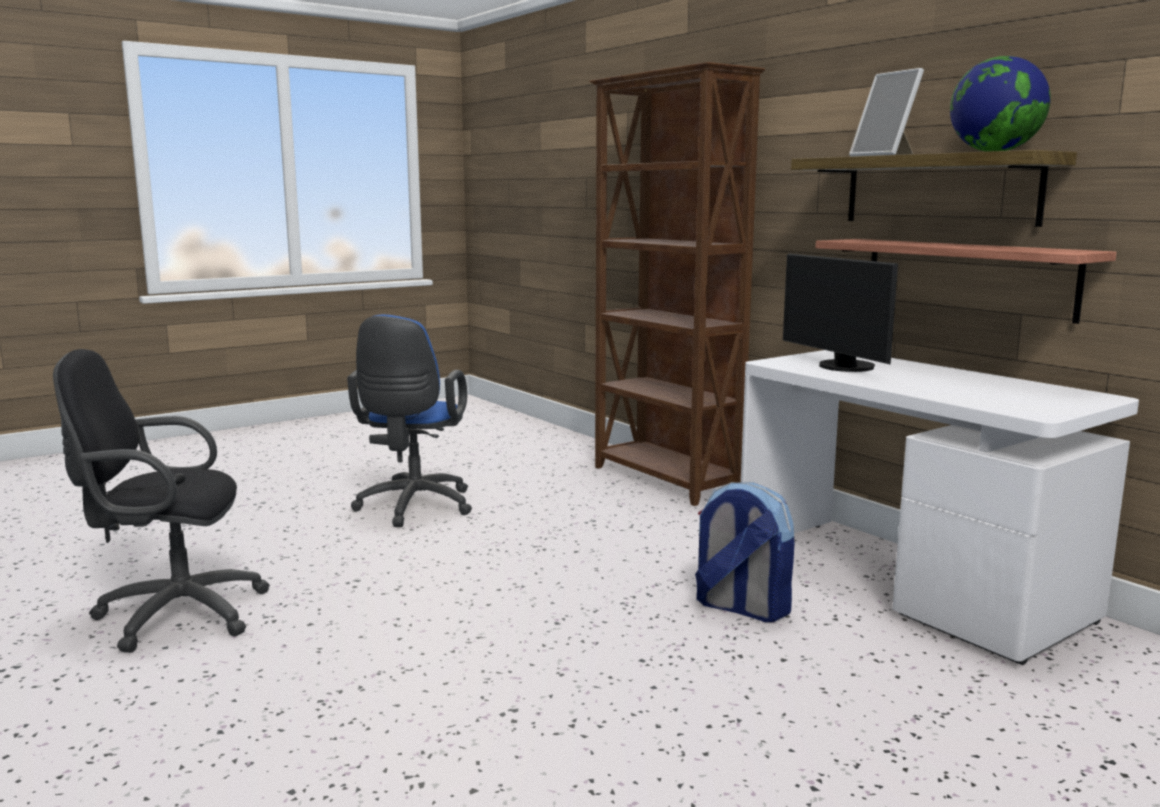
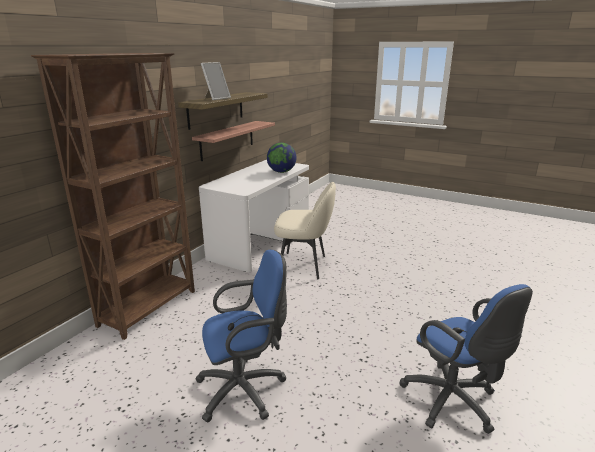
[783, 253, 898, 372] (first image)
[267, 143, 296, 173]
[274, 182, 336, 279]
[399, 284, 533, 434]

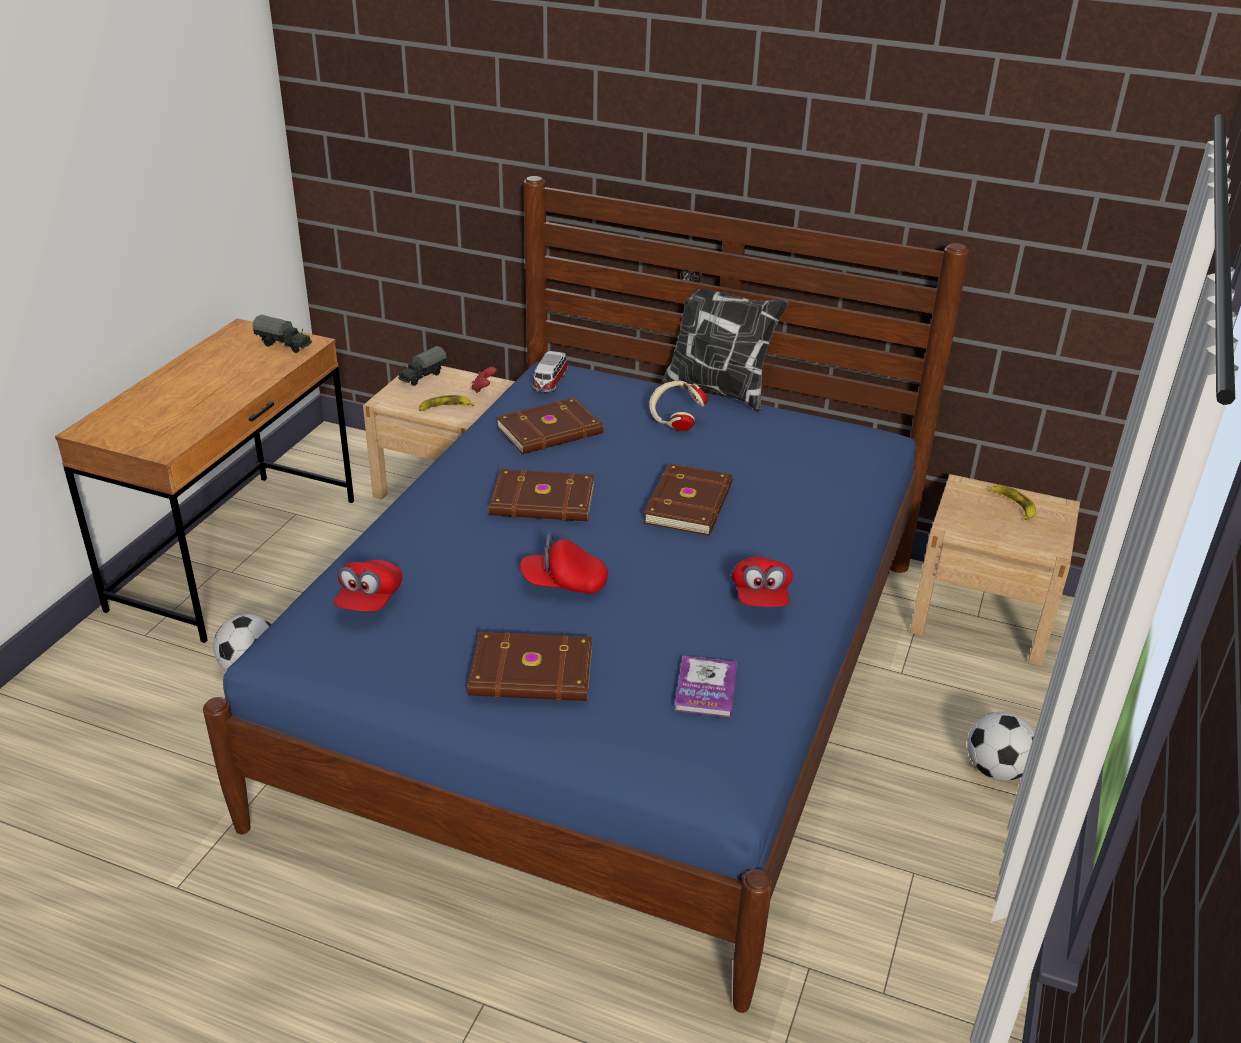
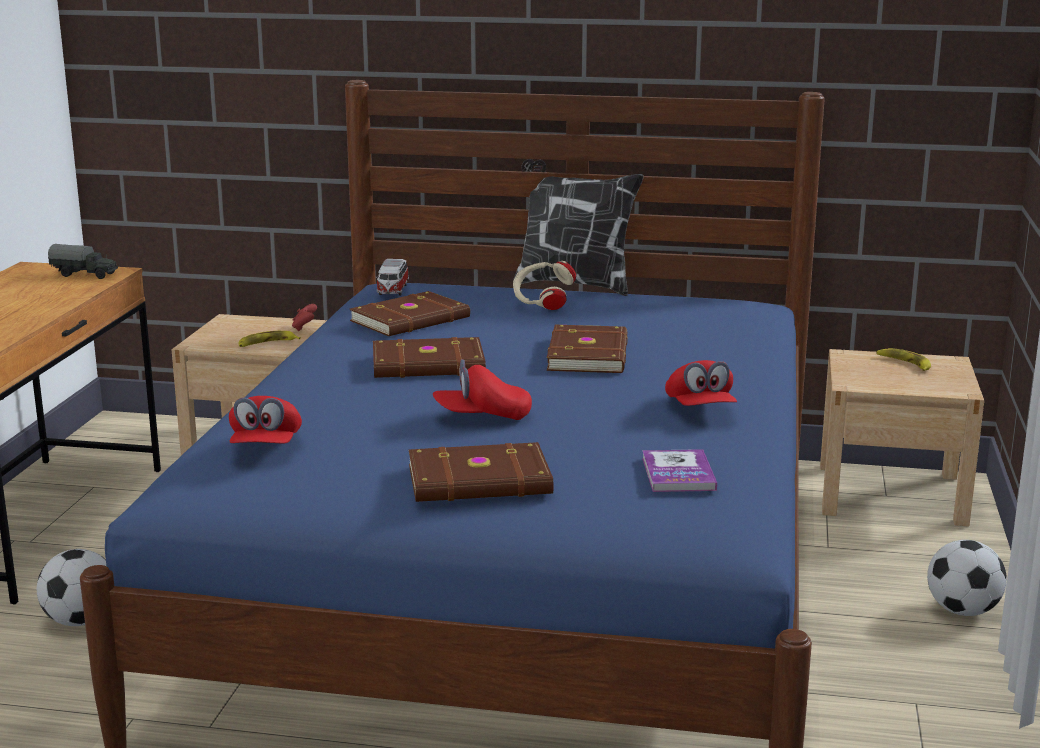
[398, 346, 447, 386] (first image)

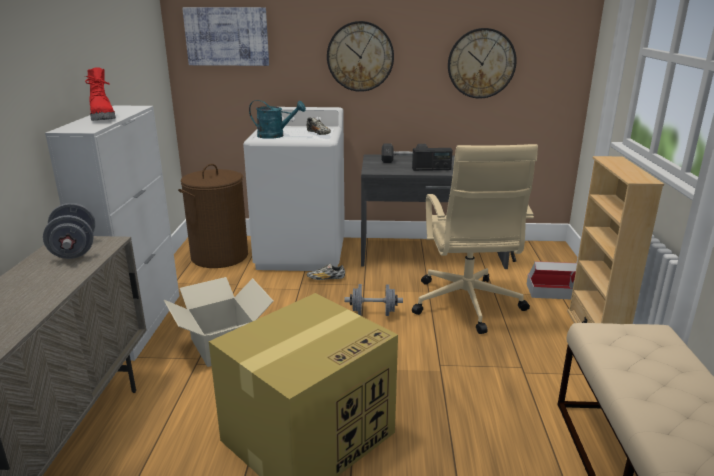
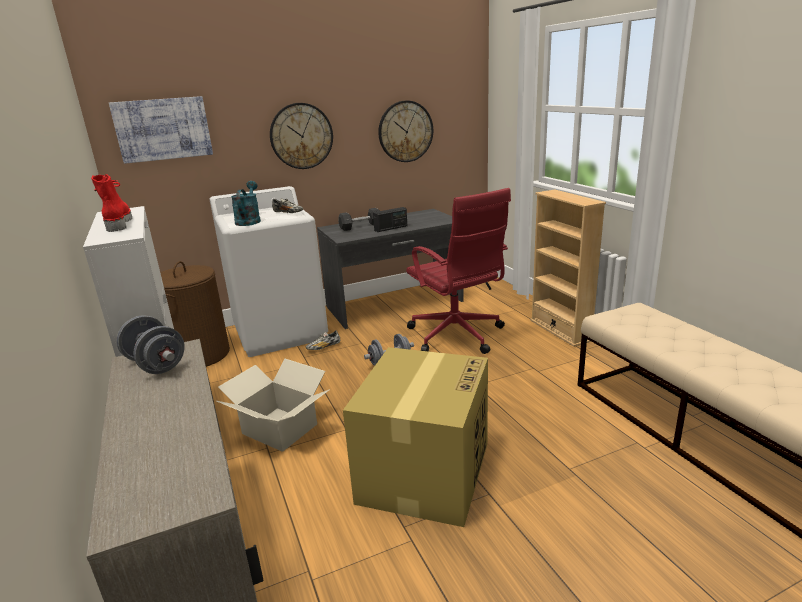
[527, 261, 577, 299] (first image)
[406, 188, 511, 354]
[91, 174, 132, 232]
[231, 181, 261, 226]

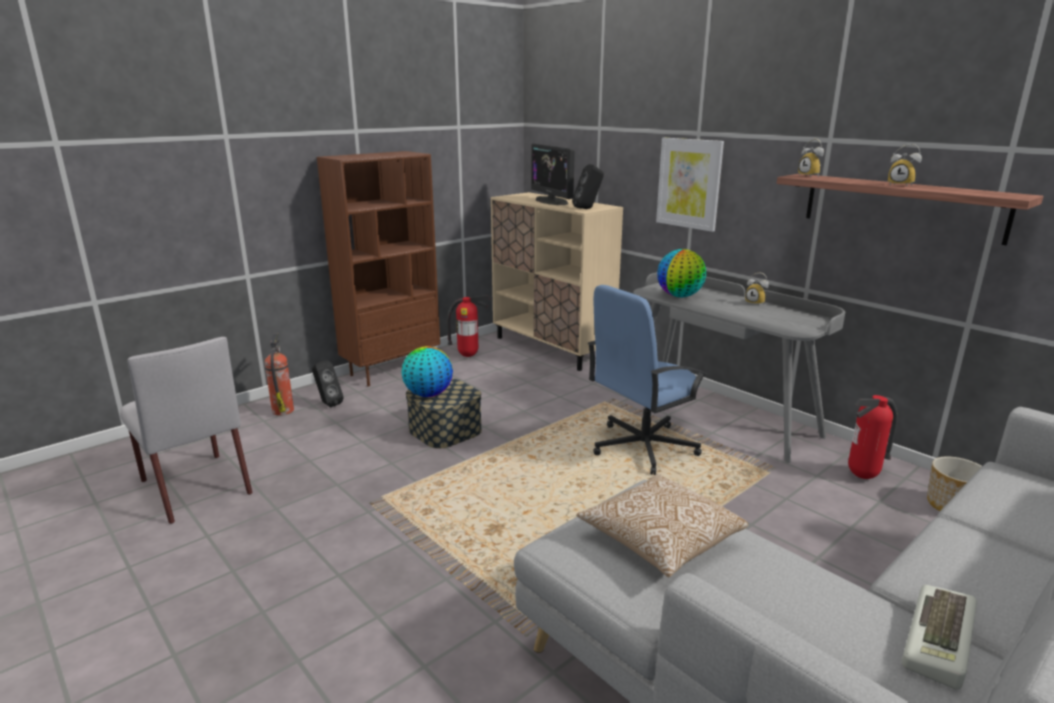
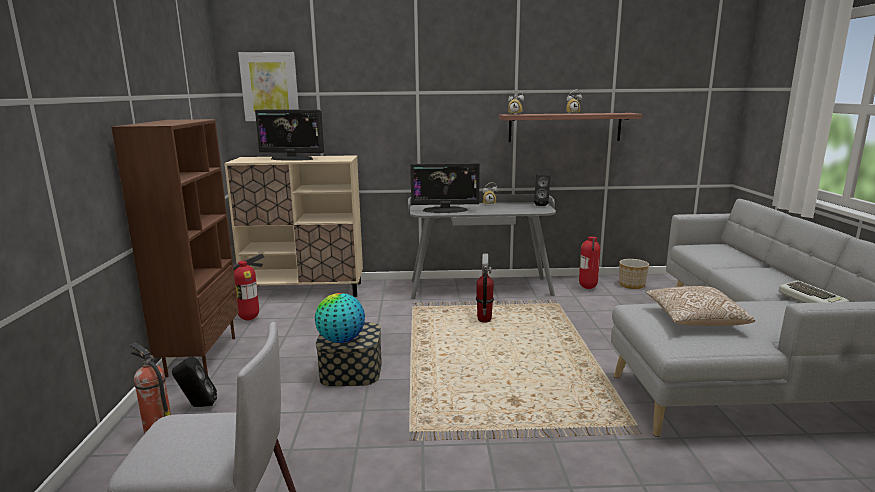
[534, 171, 550, 206]
[238, 52, 299, 121]
[476, 253, 494, 323]
[410, 163, 480, 213]

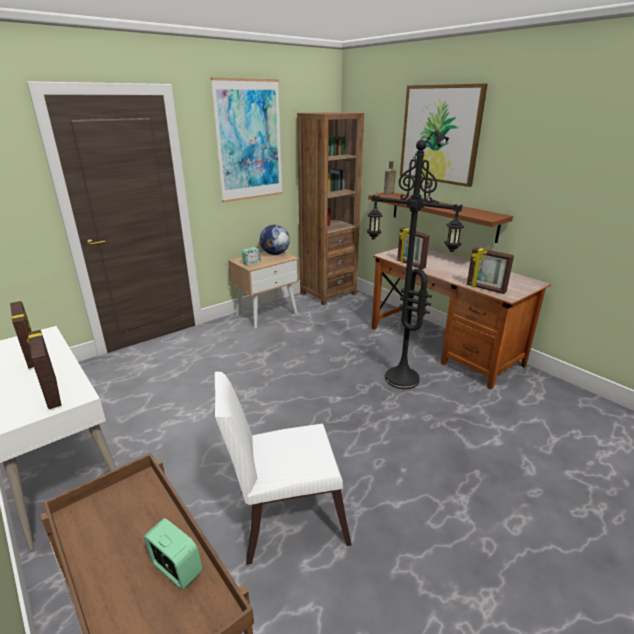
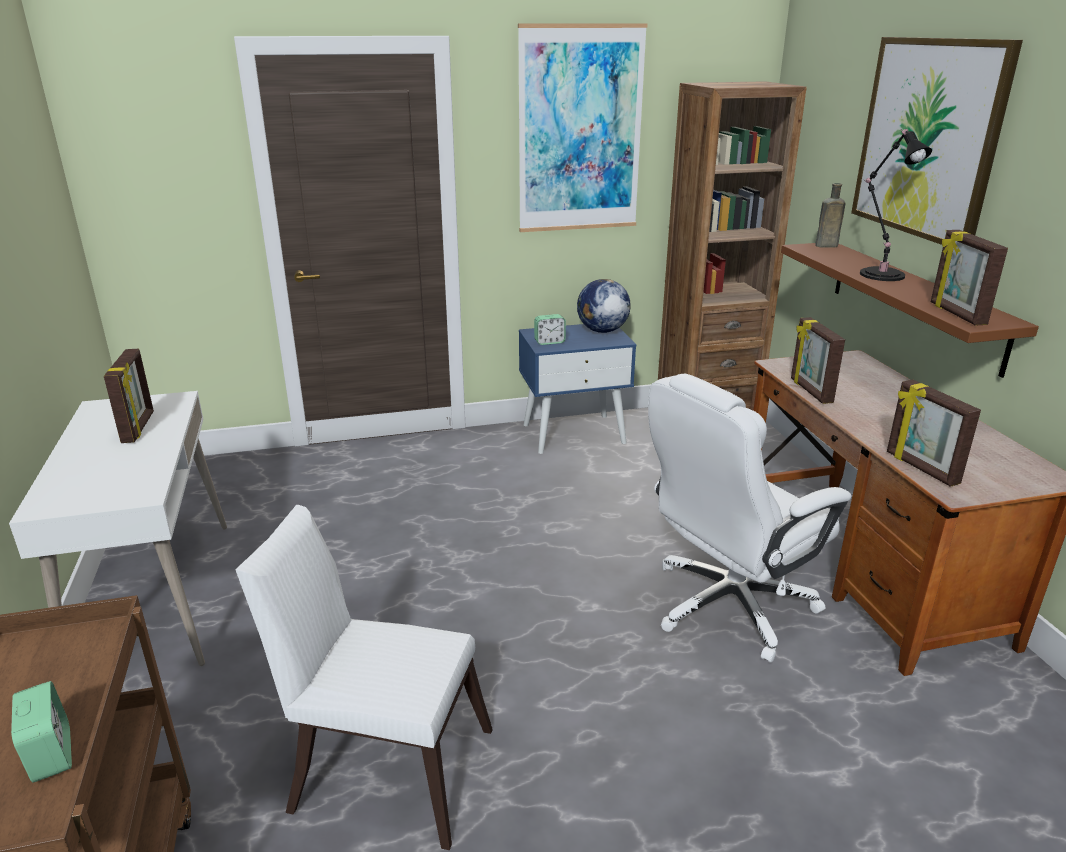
[930, 230, 1008, 326]
[648, 374, 851, 663]
[519, 324, 636, 454]

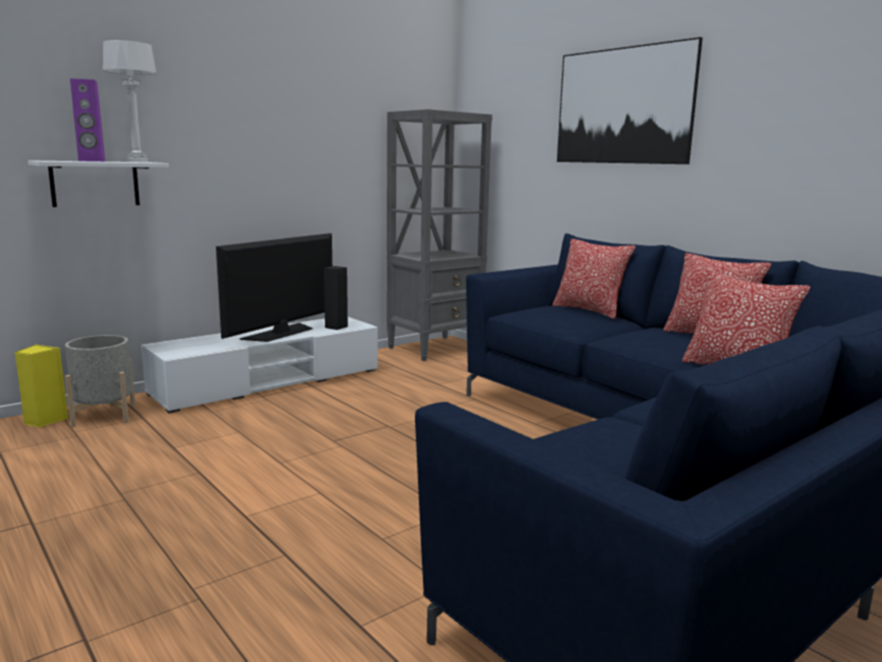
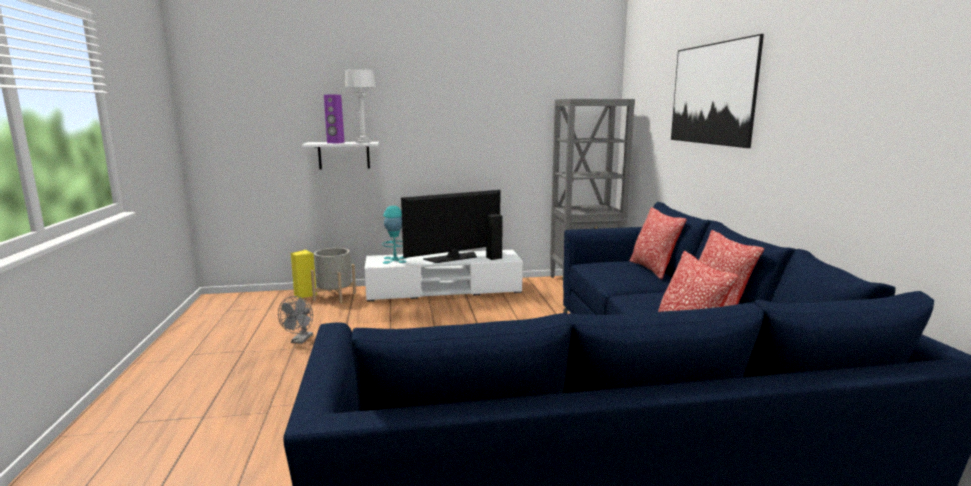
[278, 296, 313, 344]
[382, 206, 407, 264]

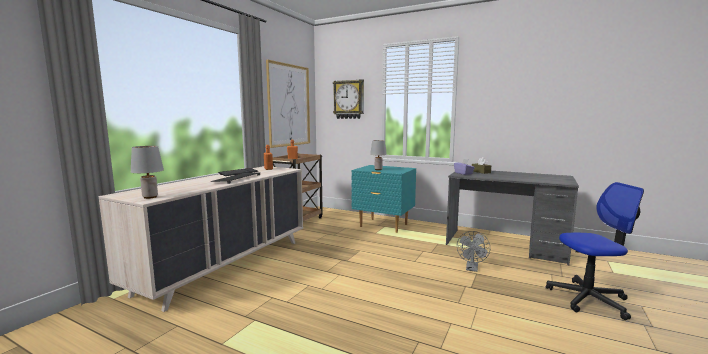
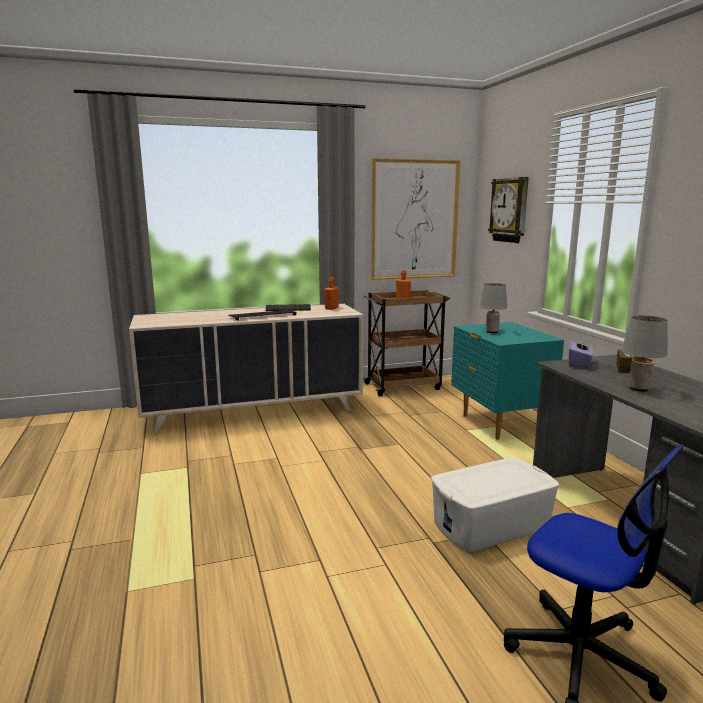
[622, 315, 668, 392]
[431, 457, 560, 552]

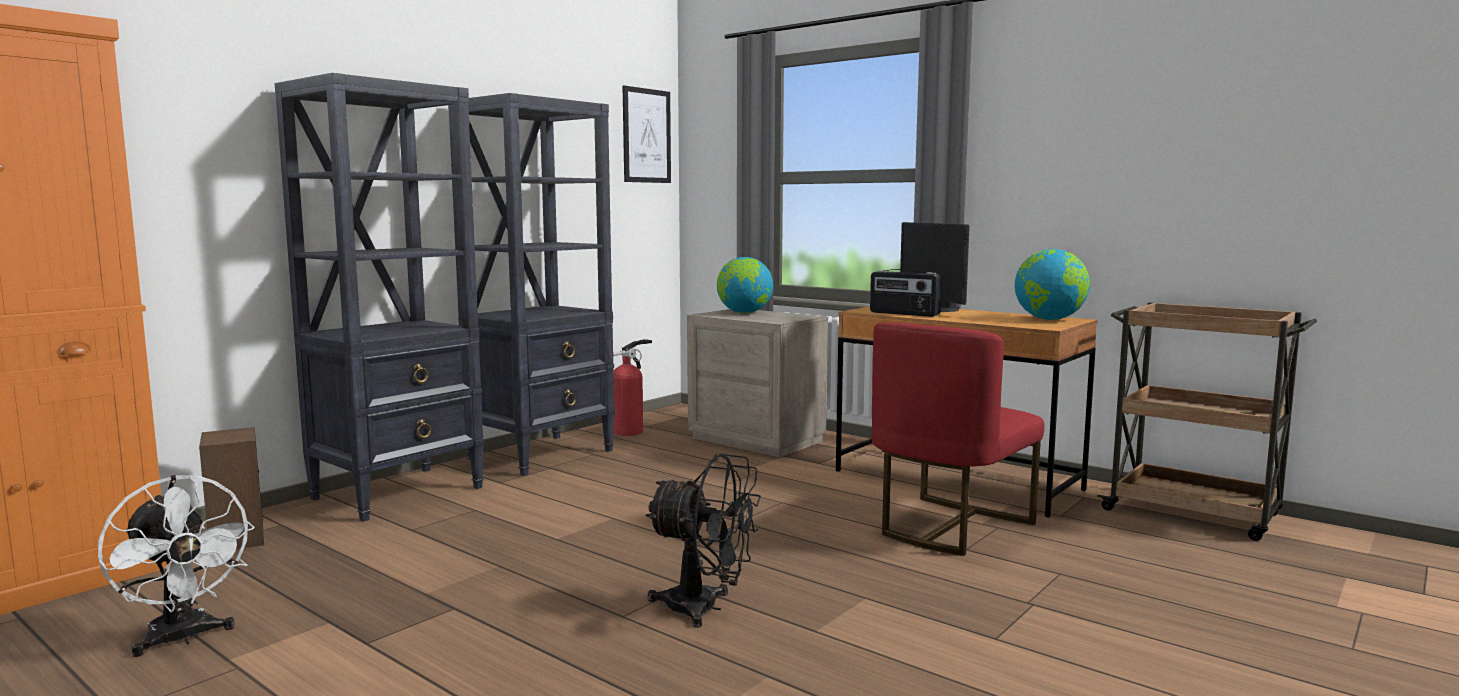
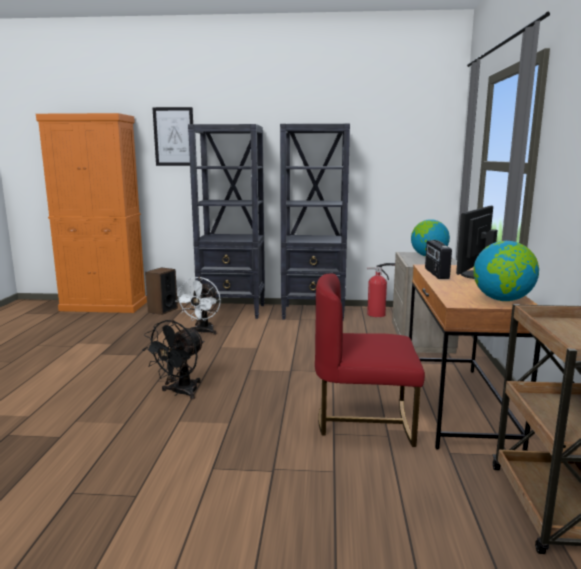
[175, 277, 221, 335]
[152, 107, 193, 166]
[142, 320, 204, 399]

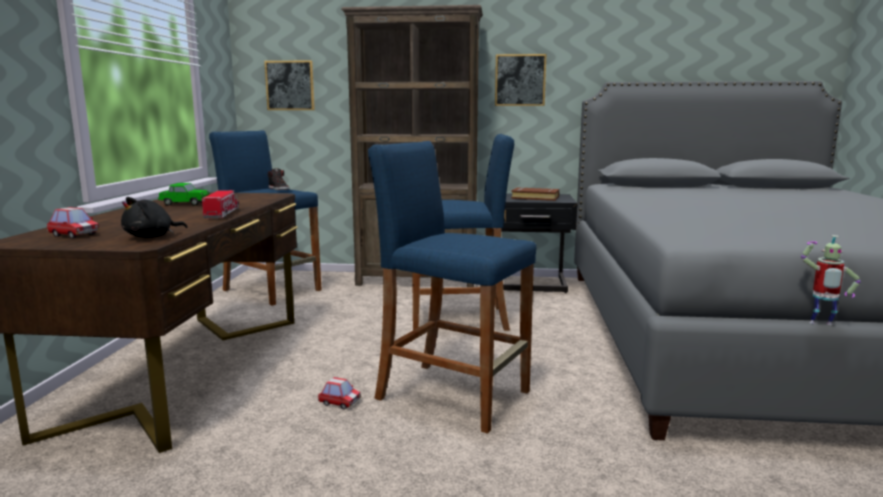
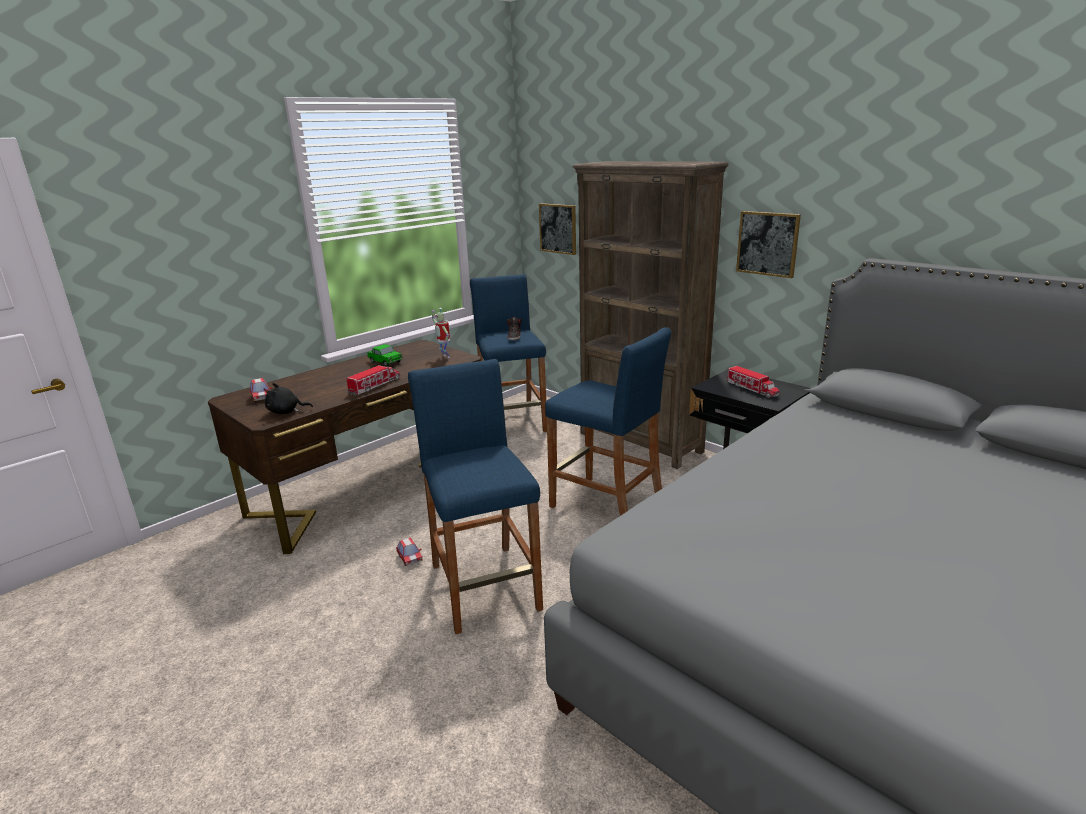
[432, 308, 450, 358]
[727, 366, 780, 398]

